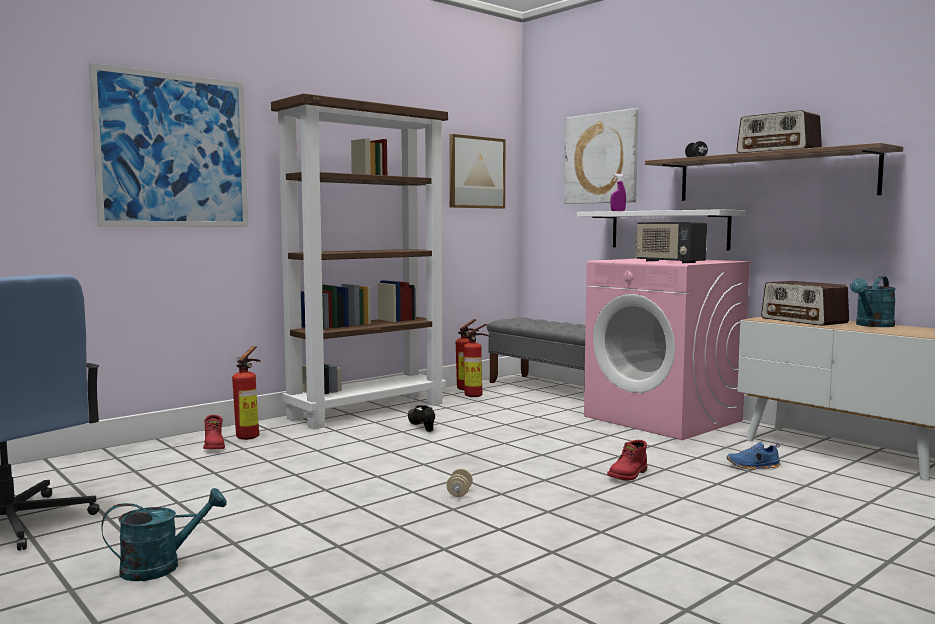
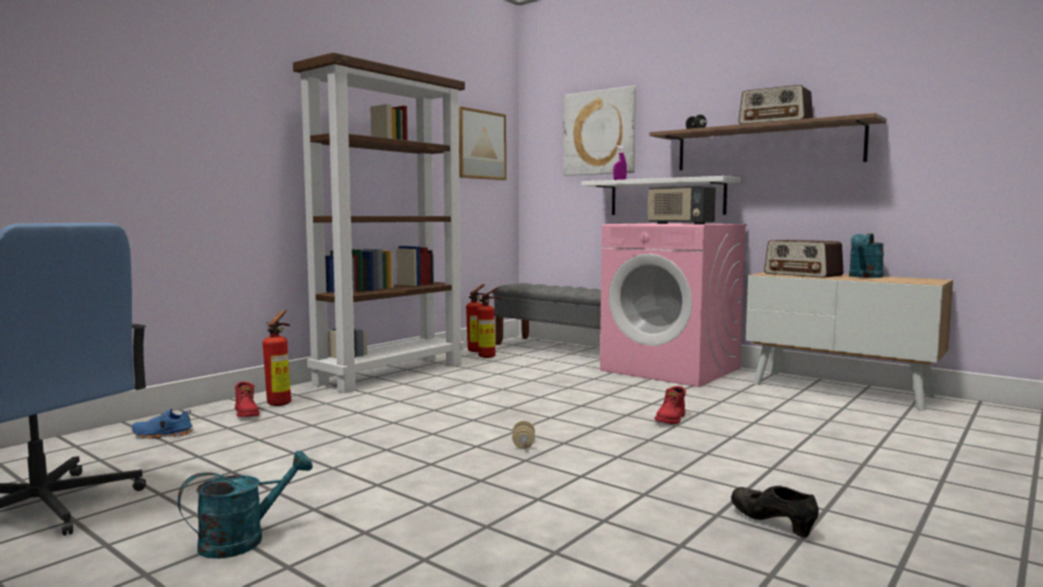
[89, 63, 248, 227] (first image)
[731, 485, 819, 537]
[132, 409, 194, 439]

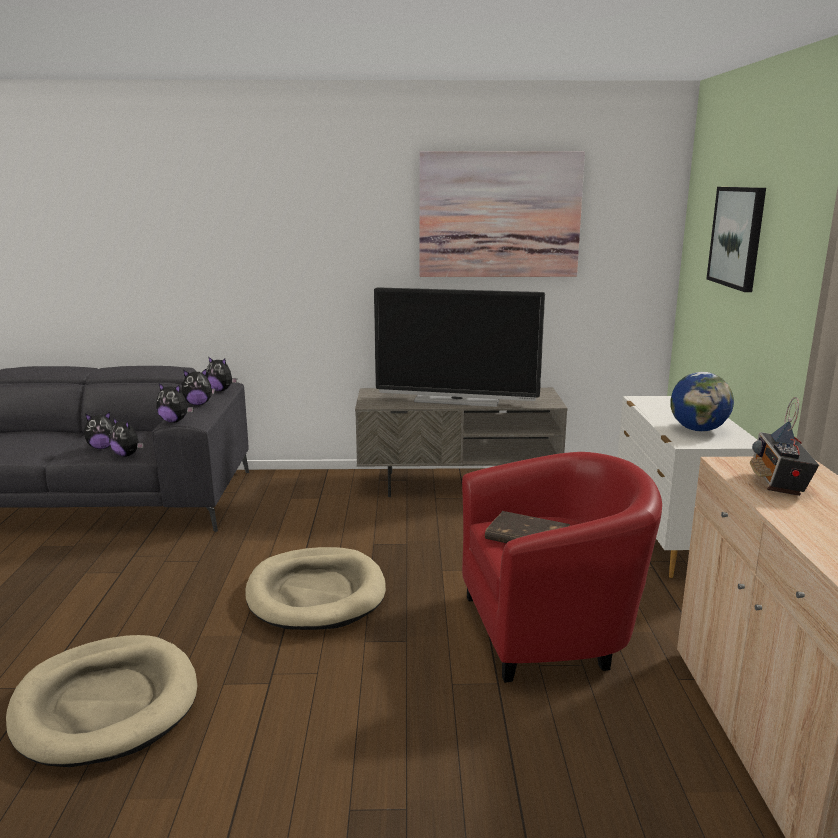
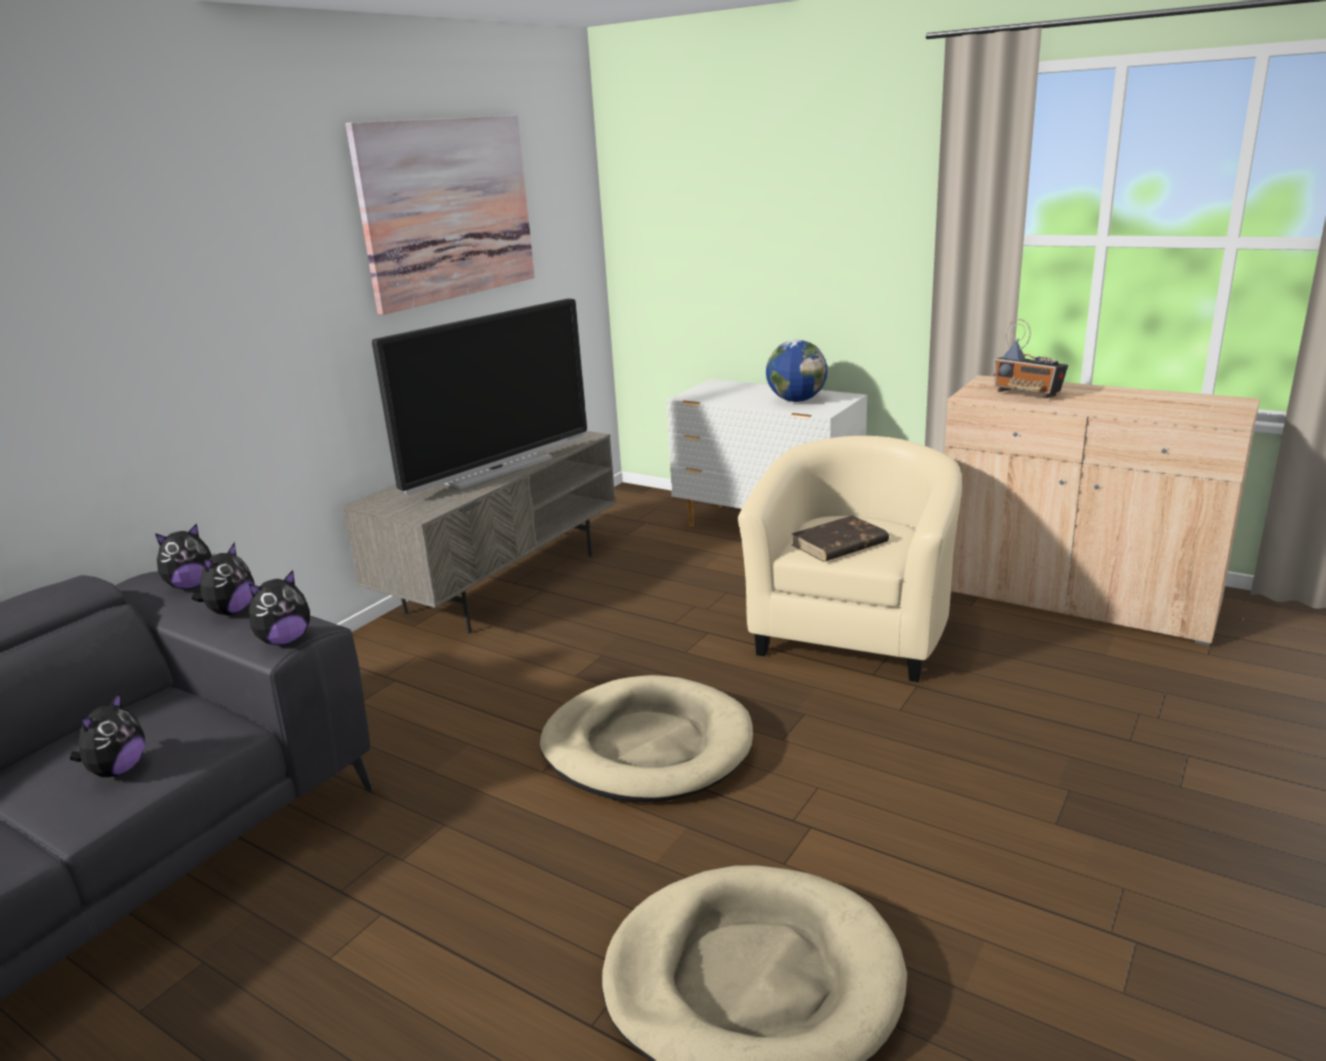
[109, 418, 144, 457] (first image)
[706, 187, 766, 292] (first image)
[738, 436, 962, 682]

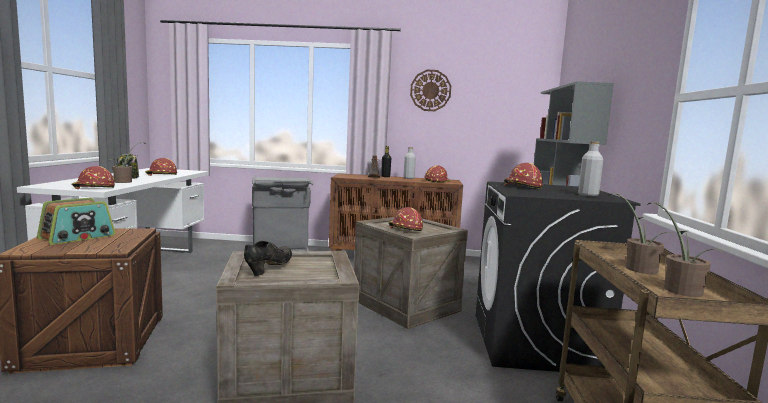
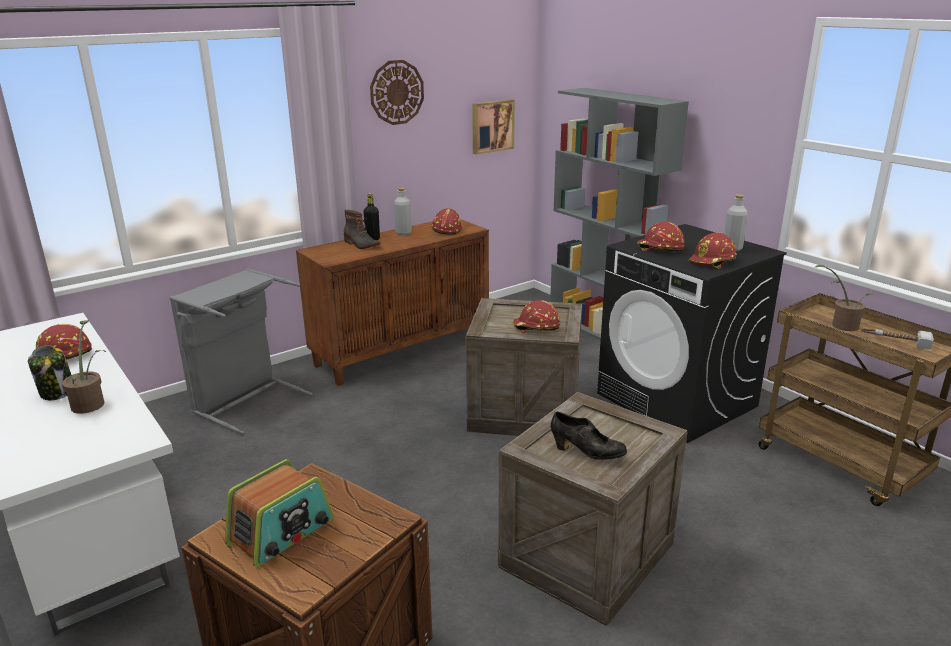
[472, 99, 515, 155]
[689, 232, 737, 268]
[861, 328, 934, 350]
[225, 459, 333, 567]
[551, 412, 627, 460]

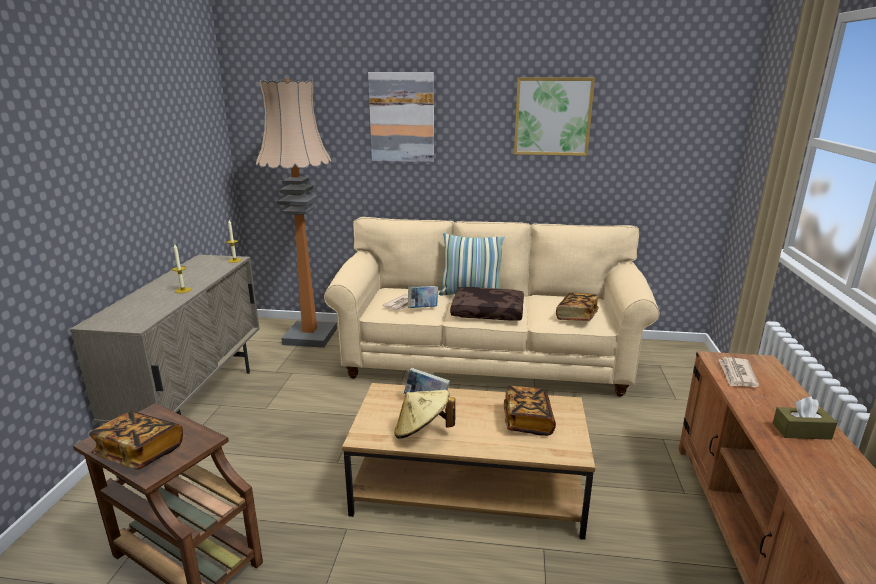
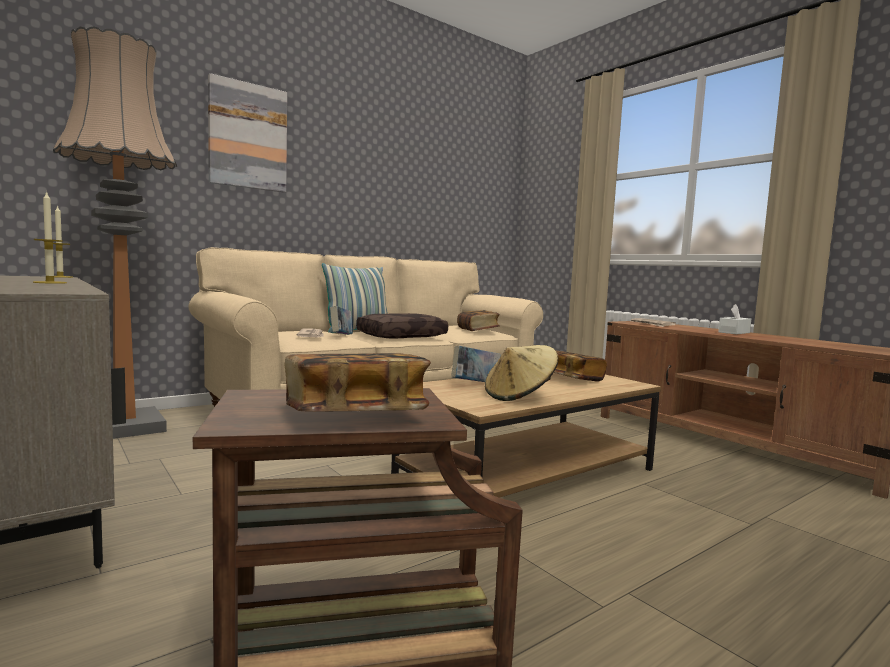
[514, 77, 595, 156] (first image)
[718, 304, 751, 334]

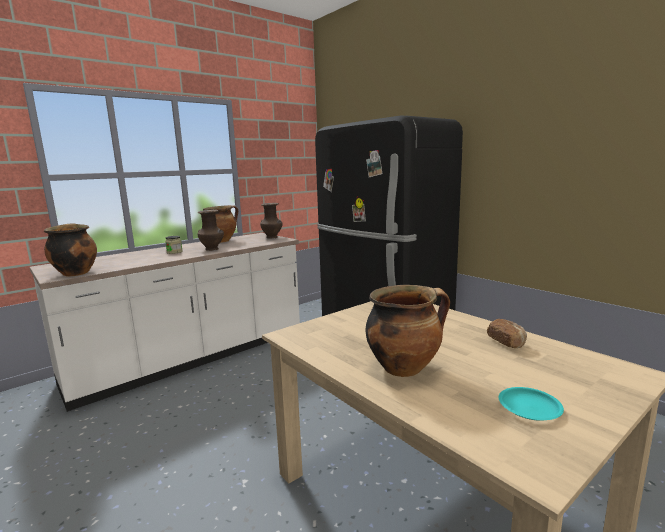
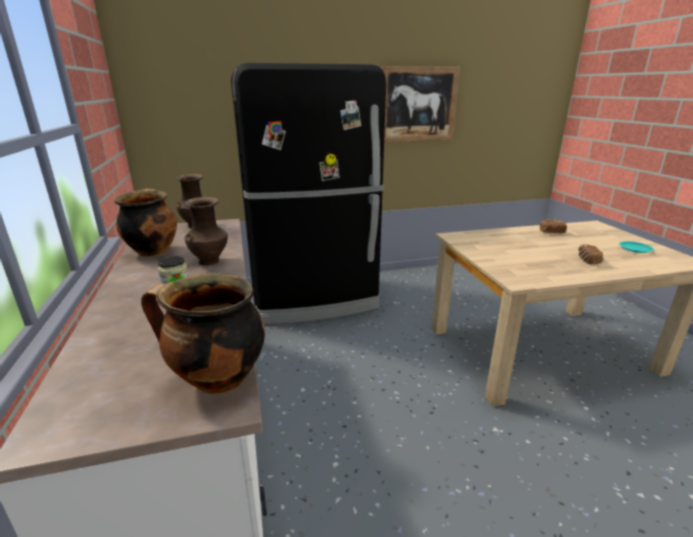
[381, 66, 460, 142]
[578, 244, 603, 264]

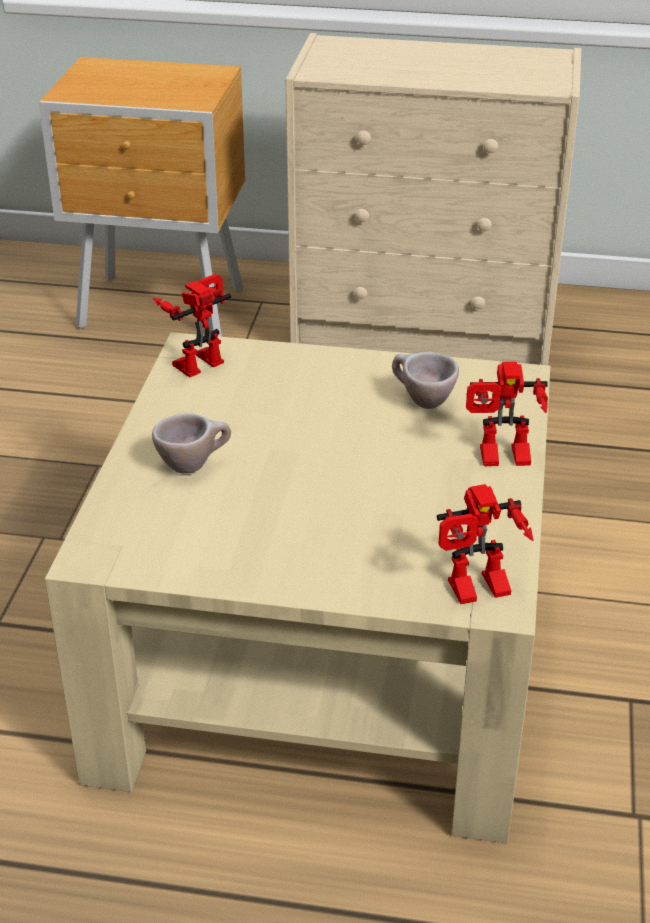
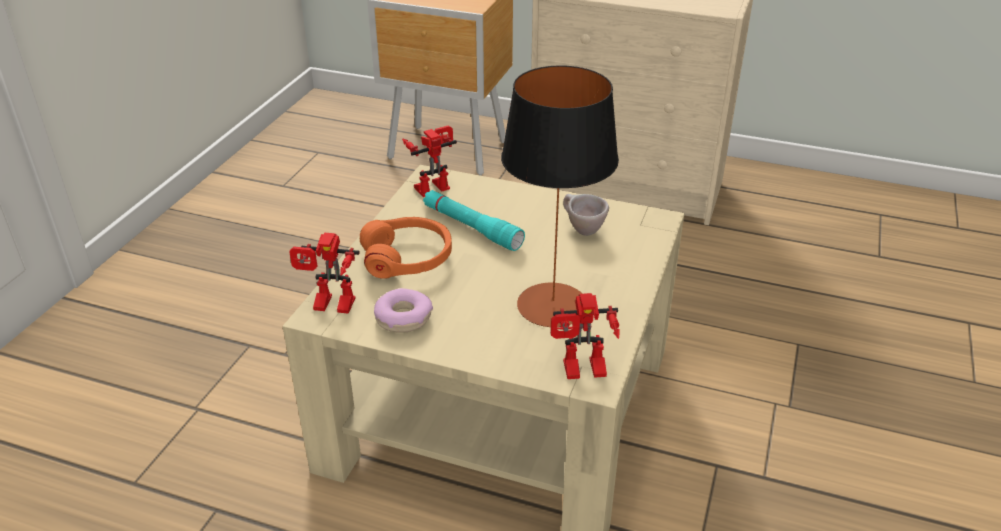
[374, 288, 433, 333]
[423, 190, 525, 251]
[501, 65, 619, 327]
[289, 233, 359, 314]
[360, 217, 452, 279]

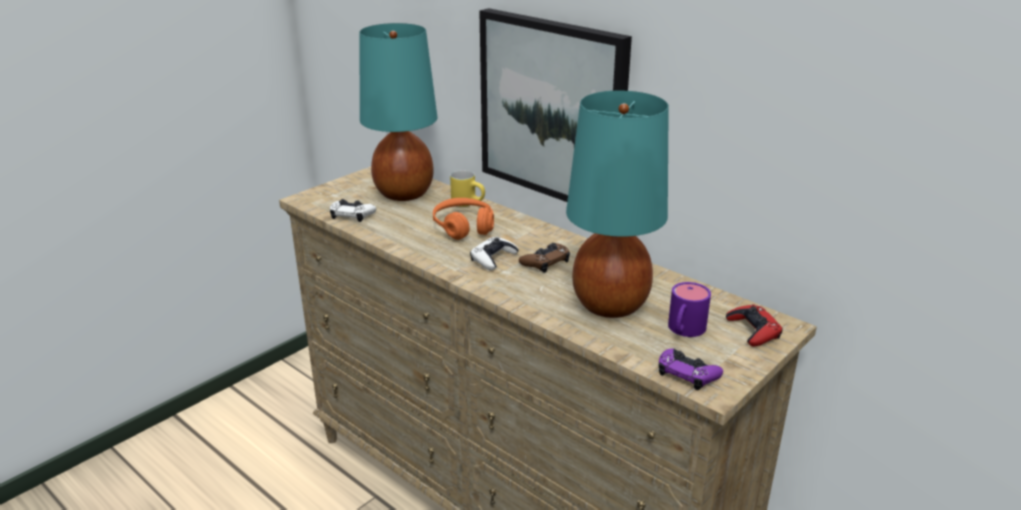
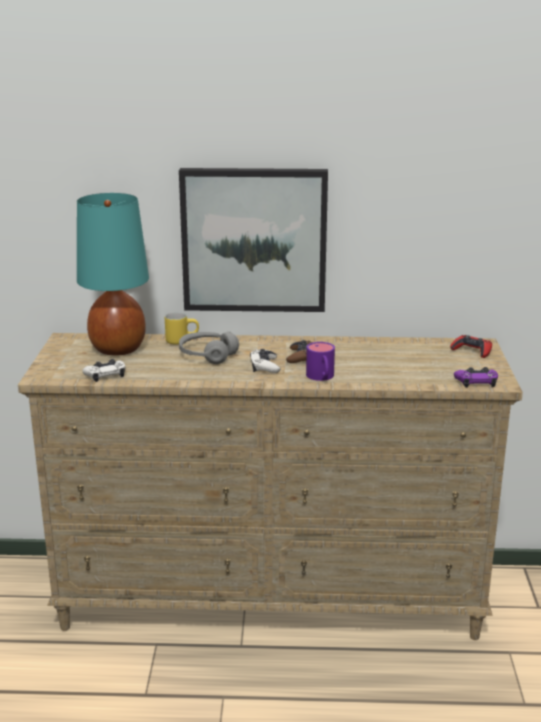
[566, 91, 669, 318] (first image)
[306, 342, 335, 381]
[179, 331, 239, 364]

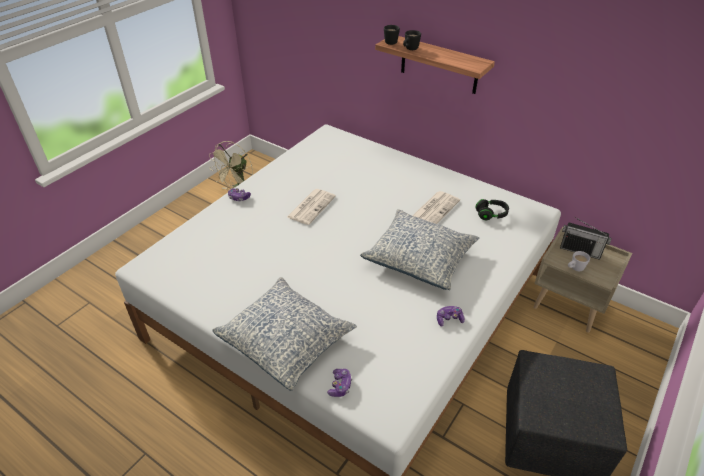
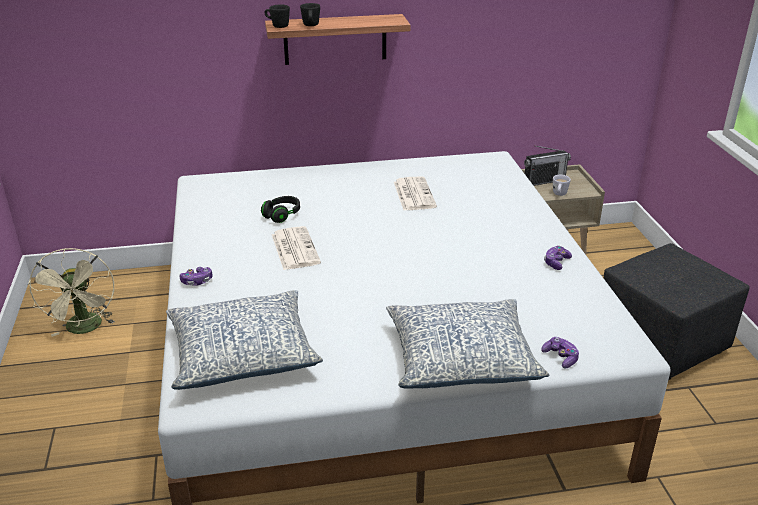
[166, 290, 323, 390]
[261, 196, 300, 223]

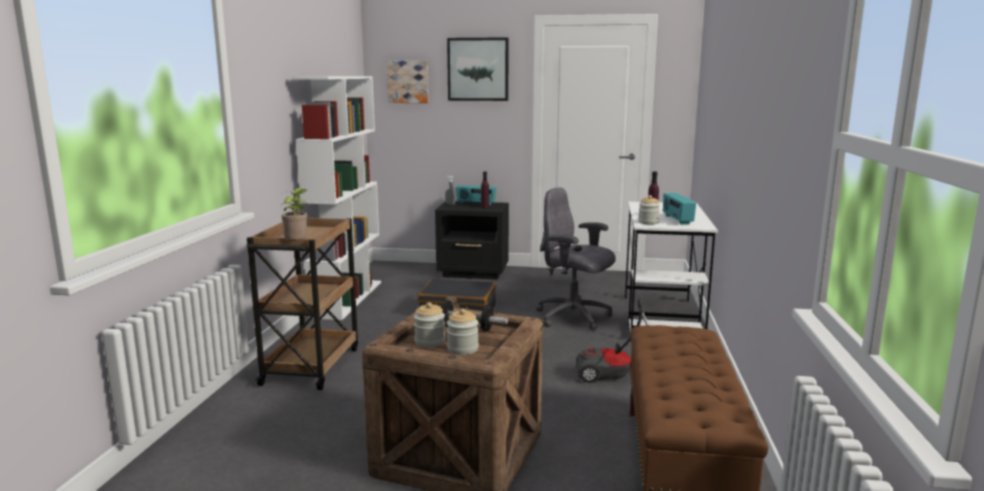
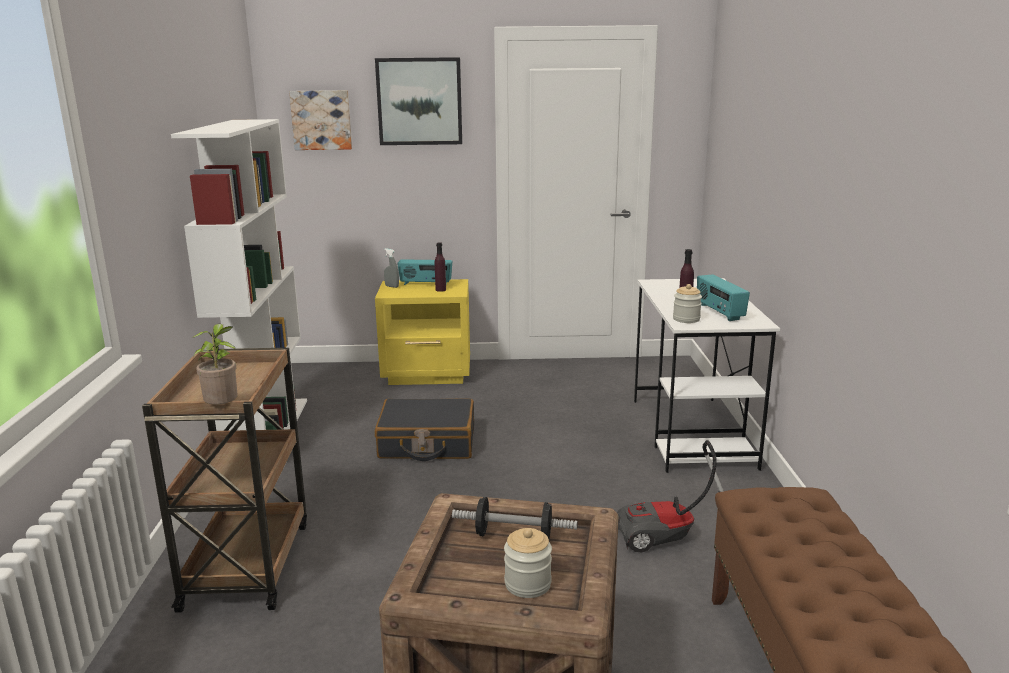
[414, 302, 445, 347] (first image)
[536, 187, 616, 331] (first image)
[375, 279, 470, 385]

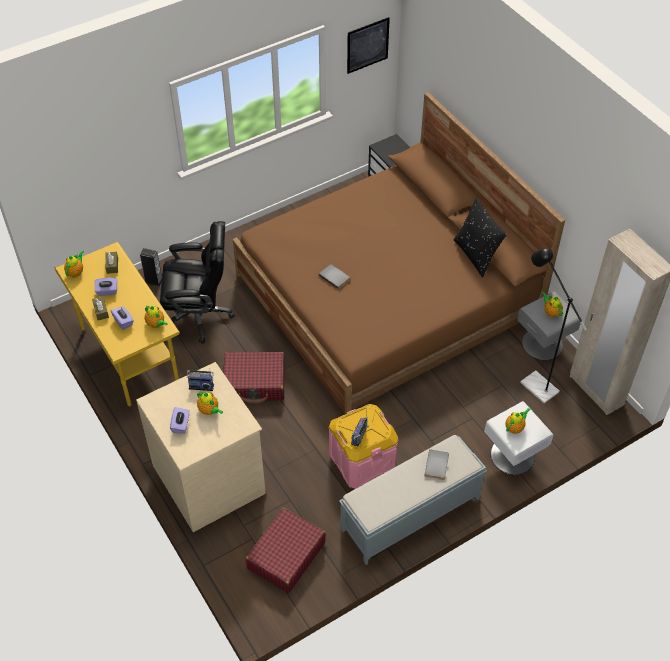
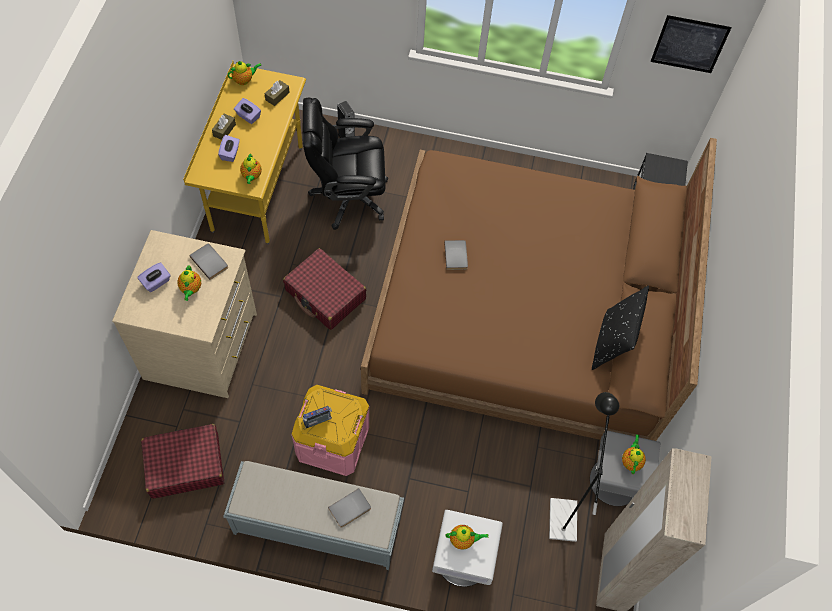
[189, 244, 228, 280]
[303, 97, 388, 230]

